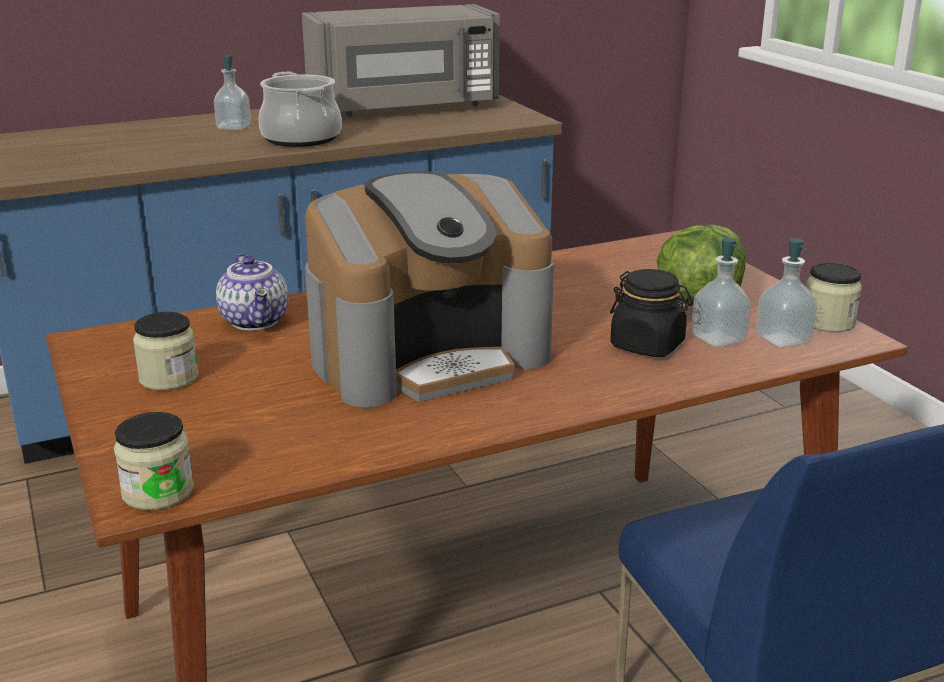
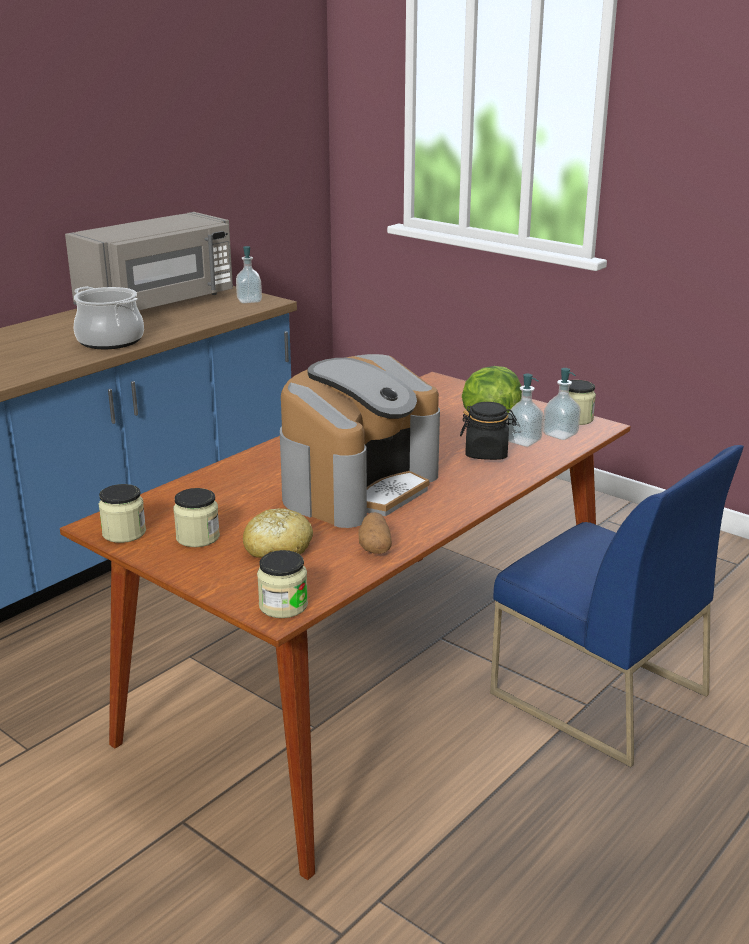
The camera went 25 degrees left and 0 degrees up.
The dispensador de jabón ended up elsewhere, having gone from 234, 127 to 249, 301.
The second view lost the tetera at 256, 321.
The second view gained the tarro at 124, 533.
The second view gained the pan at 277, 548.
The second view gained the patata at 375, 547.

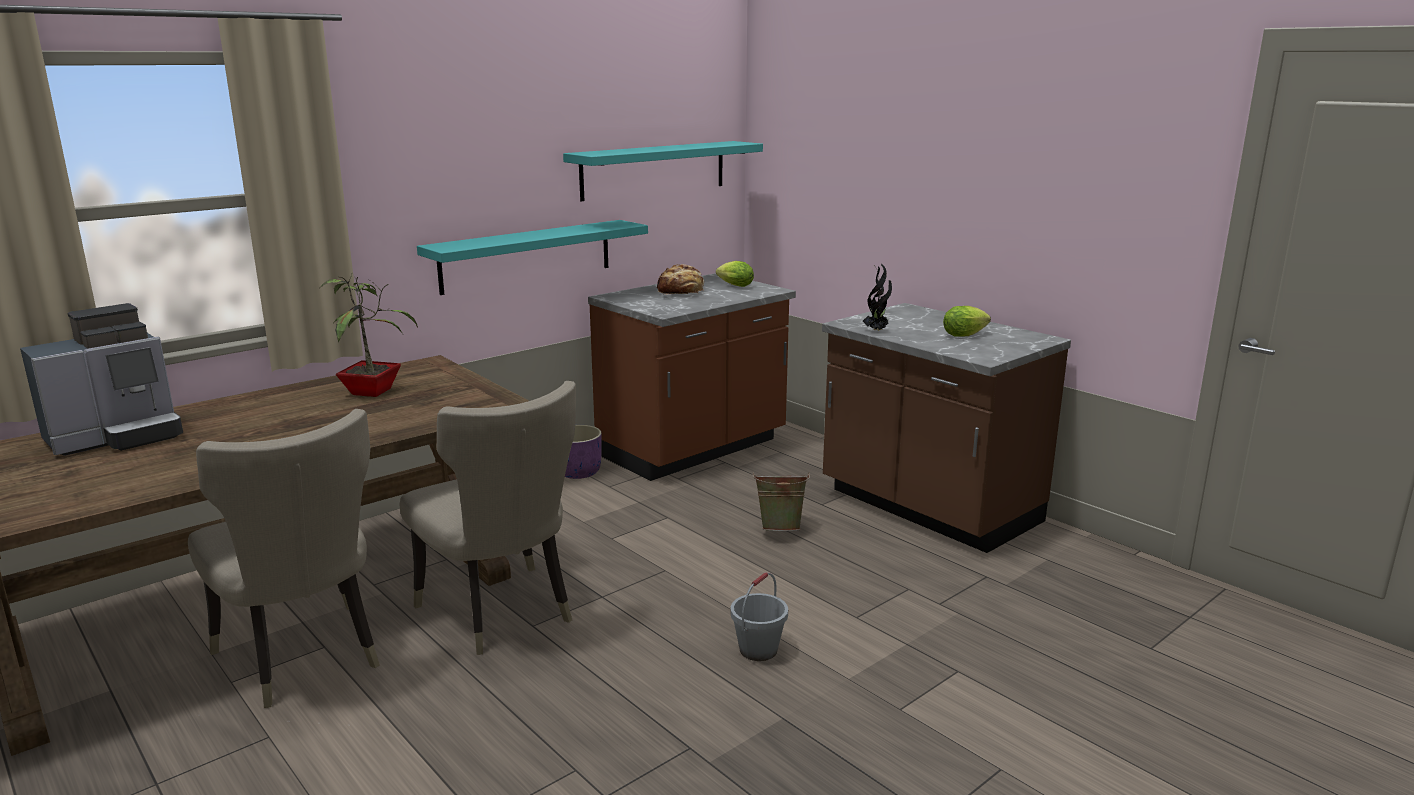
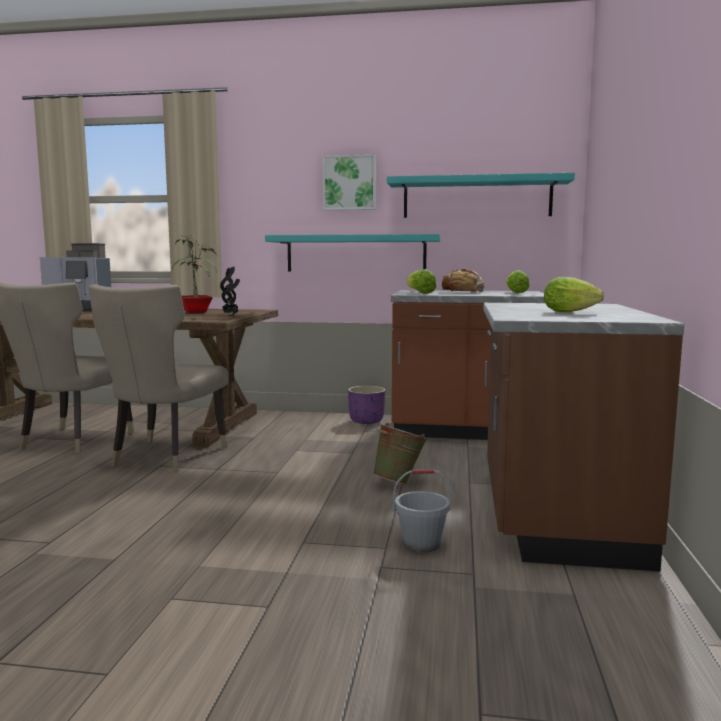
The camera went 50 degrees right and 10 degrees down.
The cubo [gris] ended up elsewhere, having gone from 758, 650 to 421, 544.
The planta en maceta ended up elsewhere, having gone from 877, 330 to 231, 315.
The second view gained the cuadro at 349, 183.
The second view gained the lechuga at 419, 293.

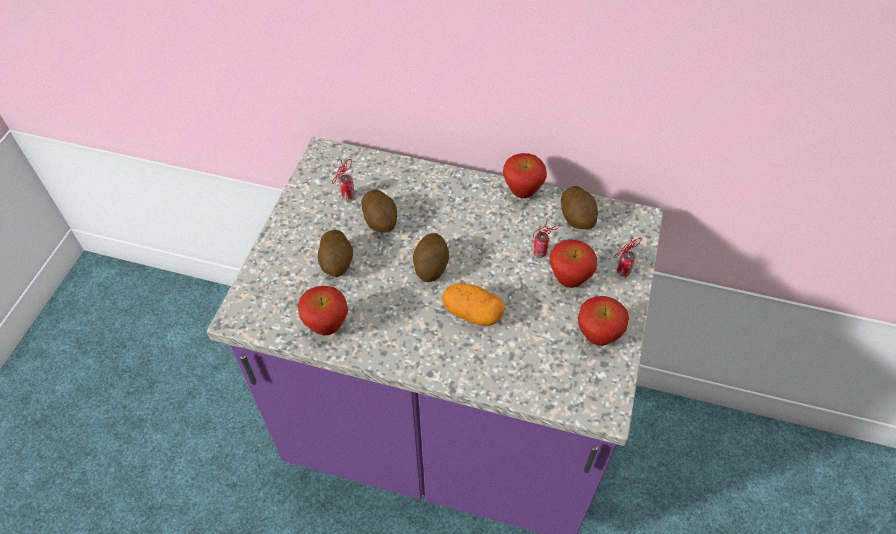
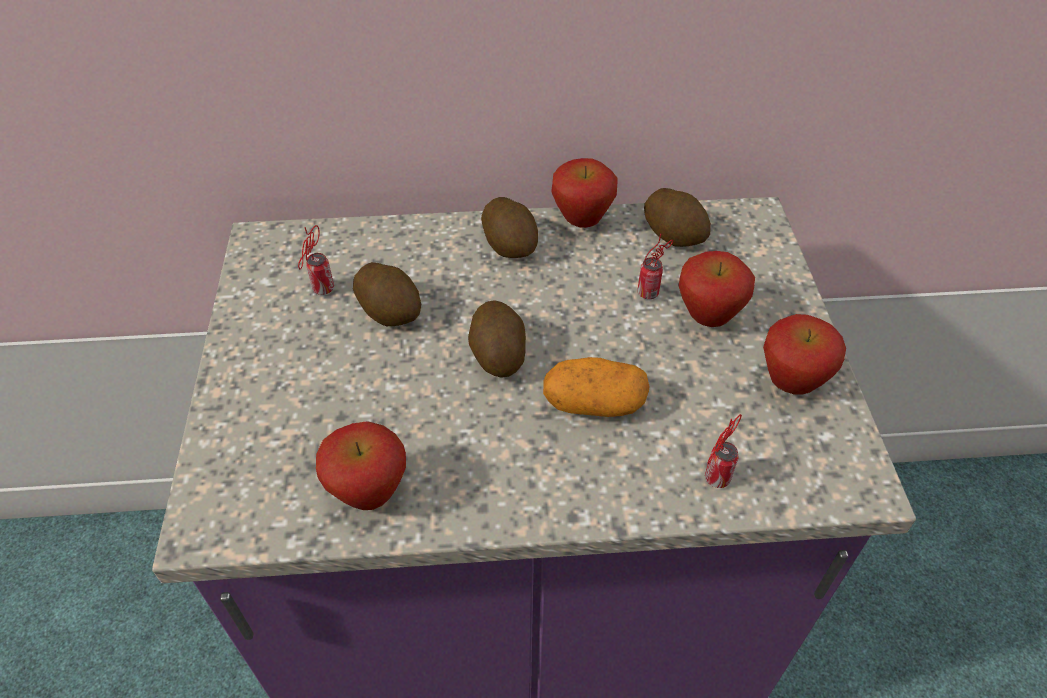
The camera went 20 degrees left and 5 degrees down.
The patata ended up elsewhere, having gone from 337, 263 to 511, 245.
The lata ended up elsewhere, having gone from 621, 272 to 715, 481.

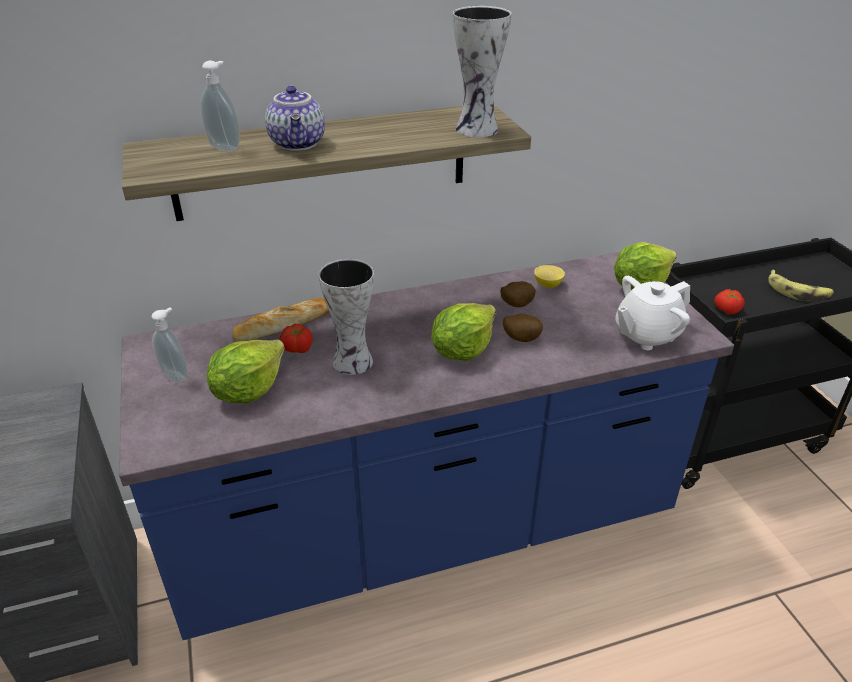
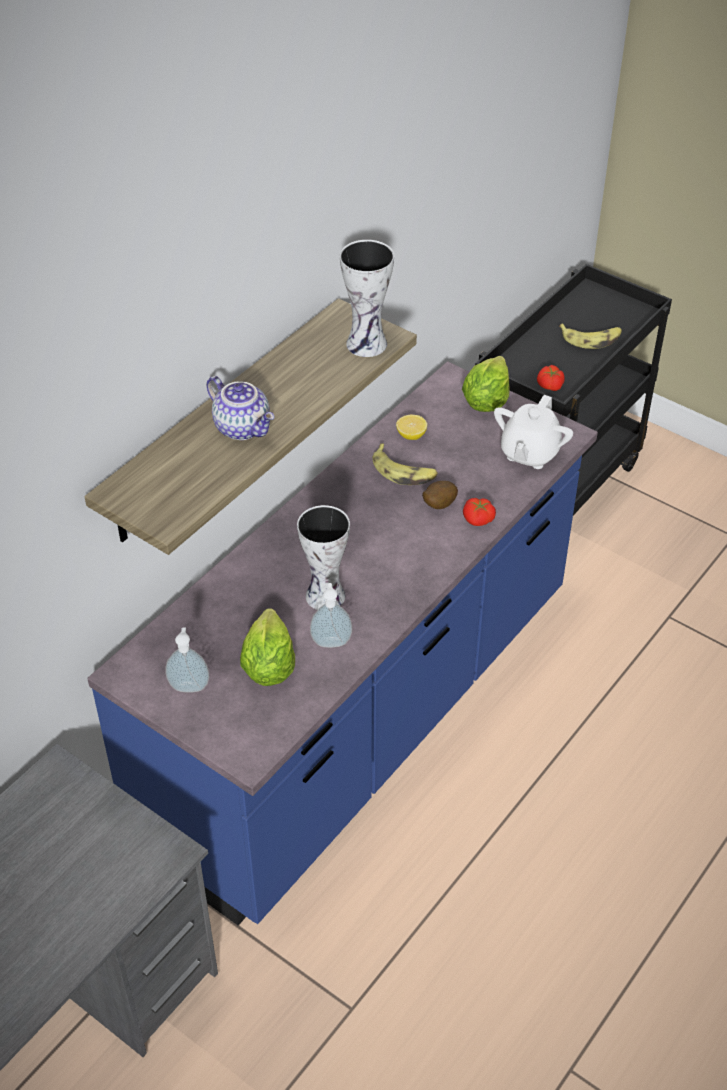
The camera went 35 degrees left and 10 degrees up.
The dispensador de jabón ended up elsewhere, having gone from 225, 147 to 331, 641.
The second view lost the pan at 283, 325.
The tomate ended up elsewhere, having gone from 297, 348 to 478, 520.
The second view lost the lechuga at 462, 350.
Where the patata stood at 515, 305, the plátano came to stand at 404, 471.

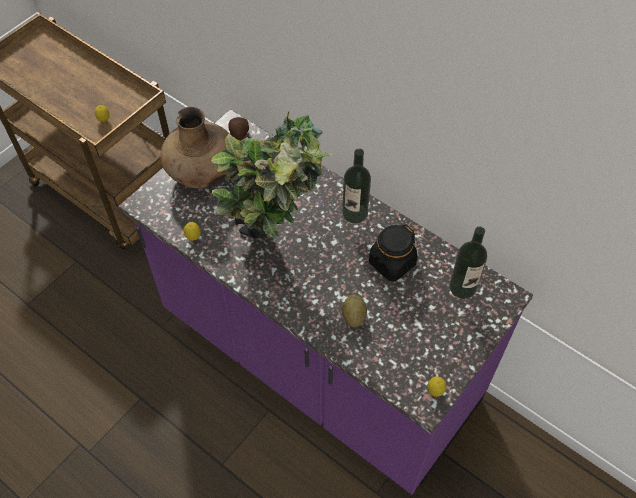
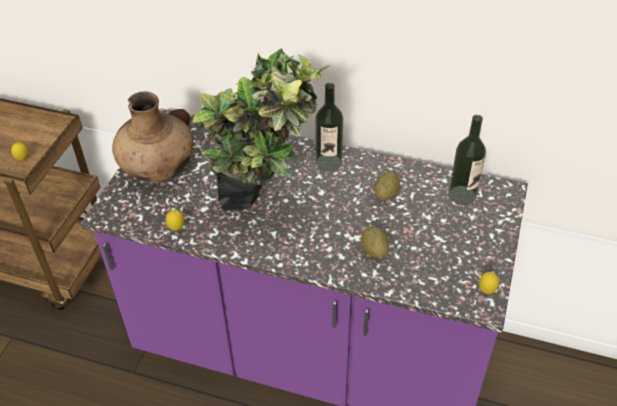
The camera went 20 degrees left and 10 degrees down.
Where the tarro [negro] stood at 392, 263, the patata came to stand at 386, 194.

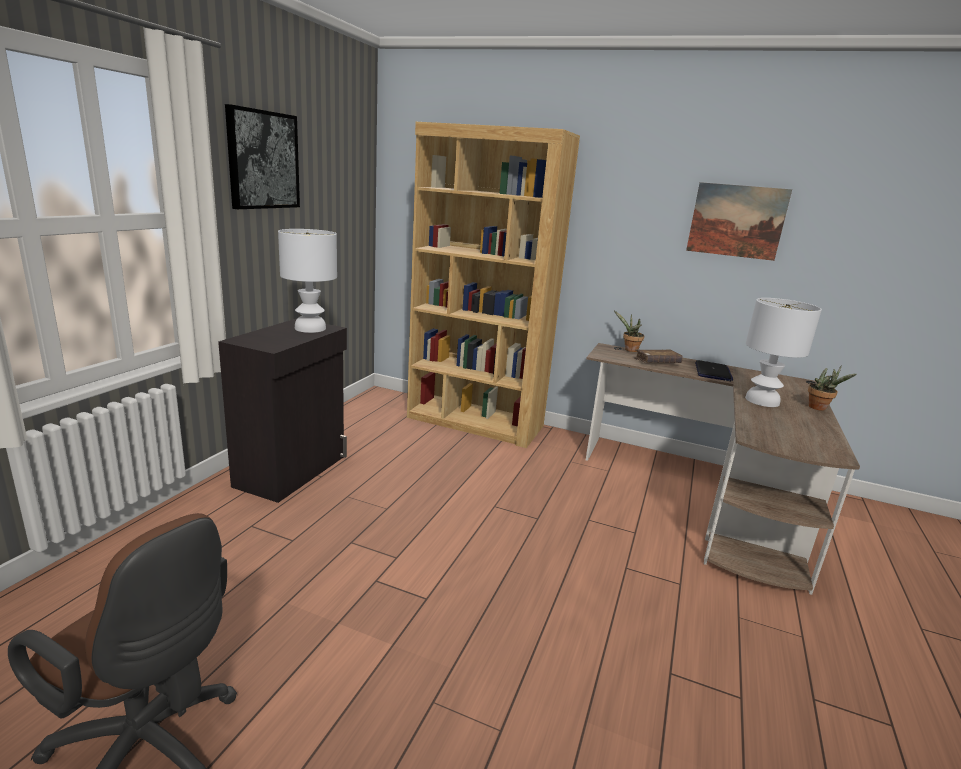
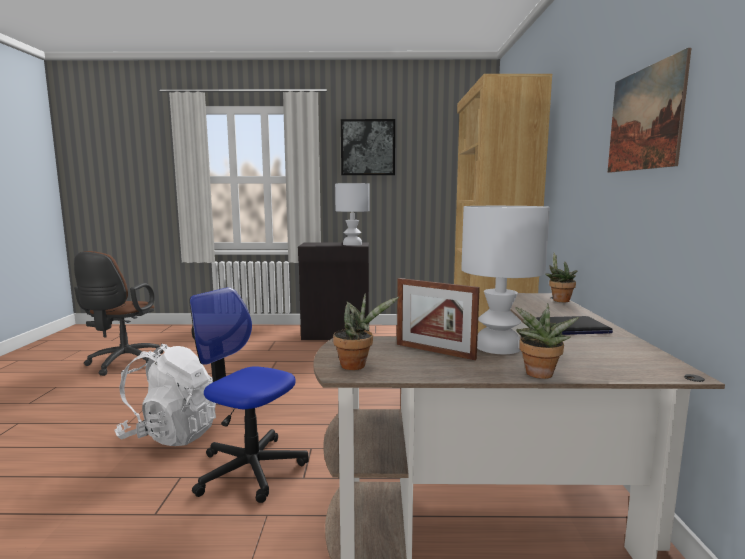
The camera went 70 degrees right and 10 degrees down.
The second view lost the libro [marrón] at 657, 362.
The second view gained the mochila [blanco] at 171, 434.
The second view gained the silla de oficina at 250, 469.
The second view gained the planta en maceta at 357, 365.
The second view gained the portarretratos at 434, 351.

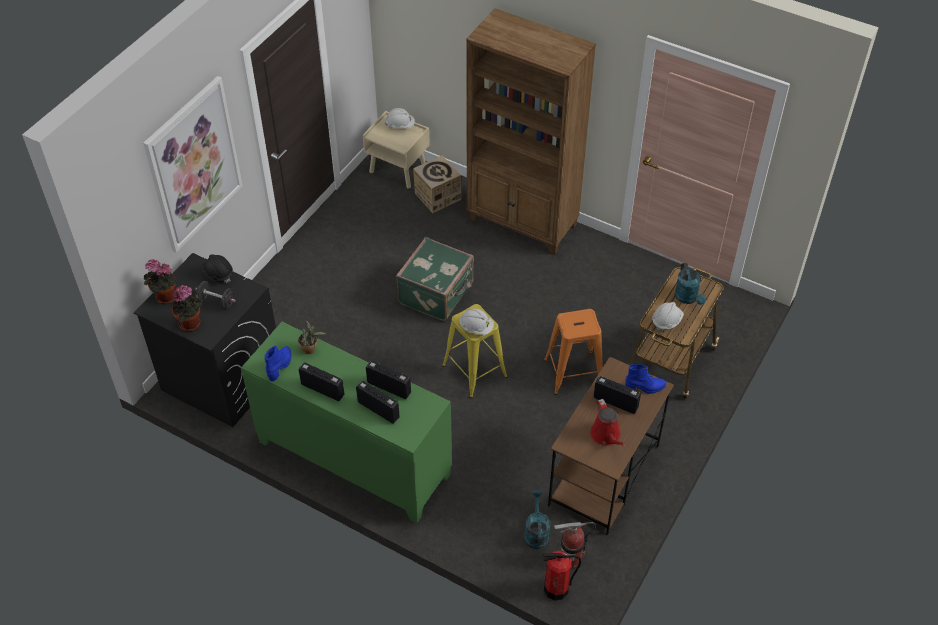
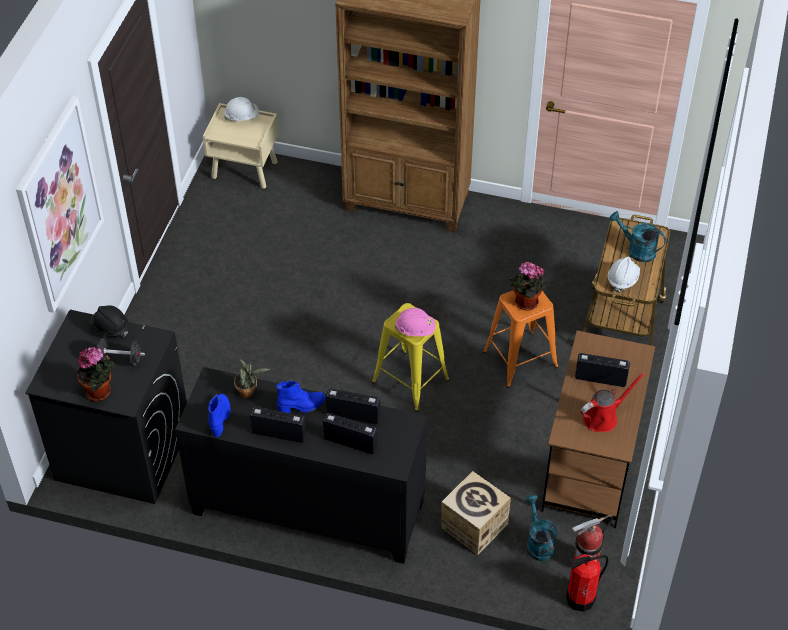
The camera went 15 degrees left and 0 degrees up.
The planta en maceta ended up elsewhere, having gone from 164, 298 to 525, 304.
What was the armario [verde] at 353, 459 turned into the armario [negro] at 307, 509.
The second view lost the maleta [verde] at 437, 293.
The caja de cartón ended up elsewhere, having gone from 437, 196 to 474, 526.
What was the casco [blanco] at 476, 328 turned into the casco [rosa] at 415, 329.
The regadera [rojo] at 606, 436 ended up facing another way, 90 degrees counterclockwise from before.
The bota [azul] ended up elsewhere, having gone from 645, 388 to 302, 406.
The regadera [turquesa] at 688, 298 ended up facing another way, 150 degrees clockwise from before.

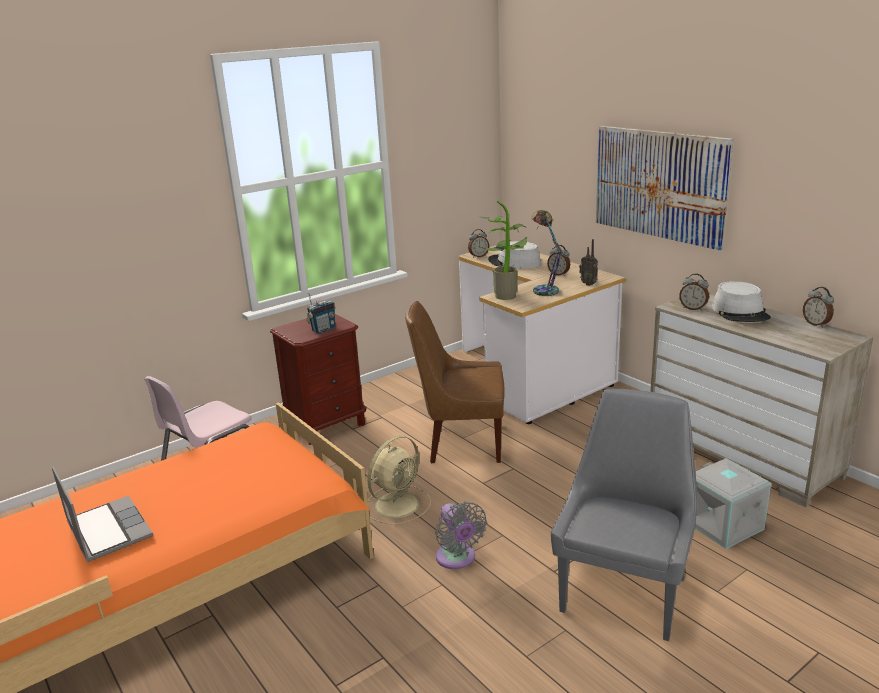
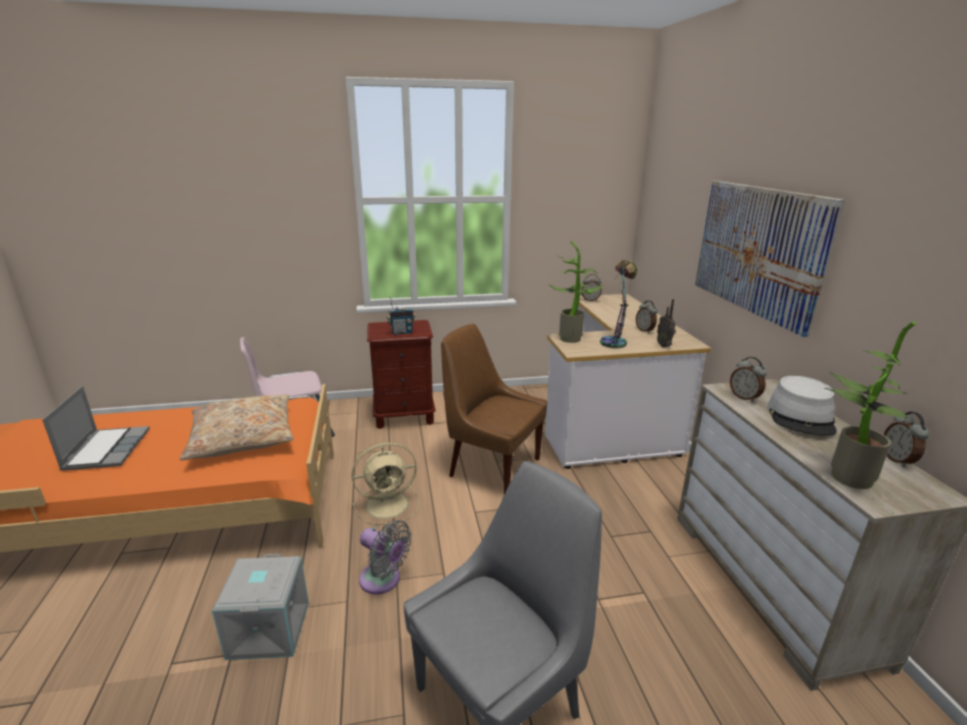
The camera went 25 degrees right and 0 degrees up.
The ventilador [gris] at 457, 559 ended up facing another way, 60 degrees counterclockwise from before.
The second view lost the sombrero [gris] at 514, 262.
The caja de almacenaje [gris] ended up elsewhere, having gone from 721, 525 to 267, 629.
The second view gained the cojín [beis] at 242, 437.
The second view gained the planta en maceta at 844, 475.

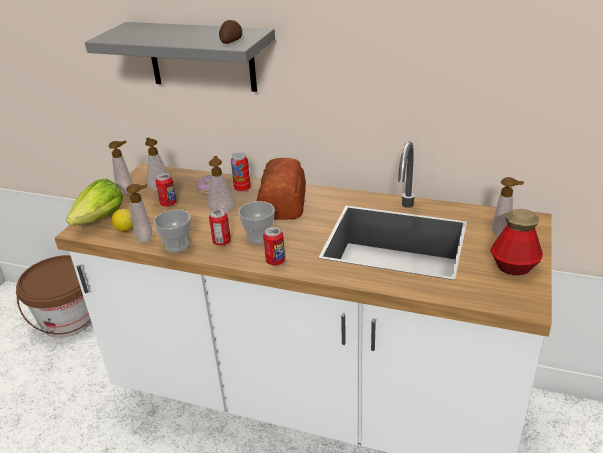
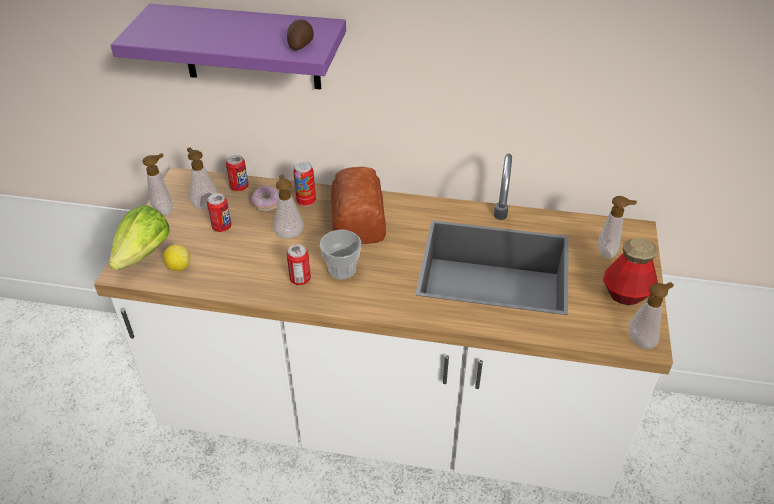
The camera went 10 degrees left and 10 degrees up.
The second view lost the cubo [marrón] at 69, 319.
What was the estante [gris] at 201, 56 turned into the estante [morado] at 250, 47.
The dispensador de jabón ended up elsewhere, having gone from 147, 238 to 642, 340.
The second view lost the taza at 177, 245.
The lata ended up elsewhere, having gone from 275, 261 to 239, 187.

